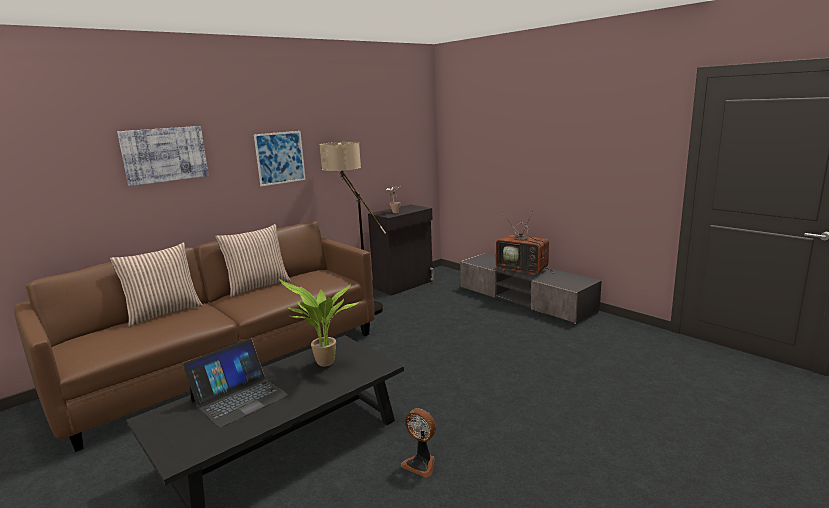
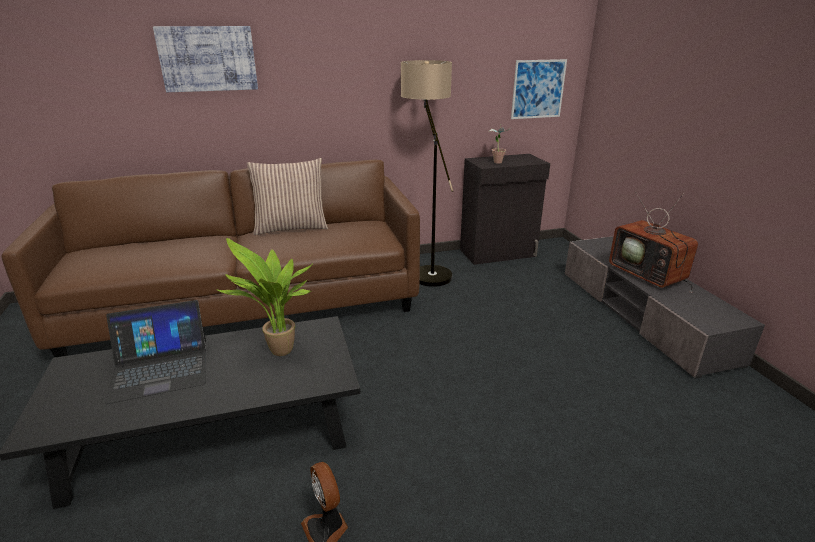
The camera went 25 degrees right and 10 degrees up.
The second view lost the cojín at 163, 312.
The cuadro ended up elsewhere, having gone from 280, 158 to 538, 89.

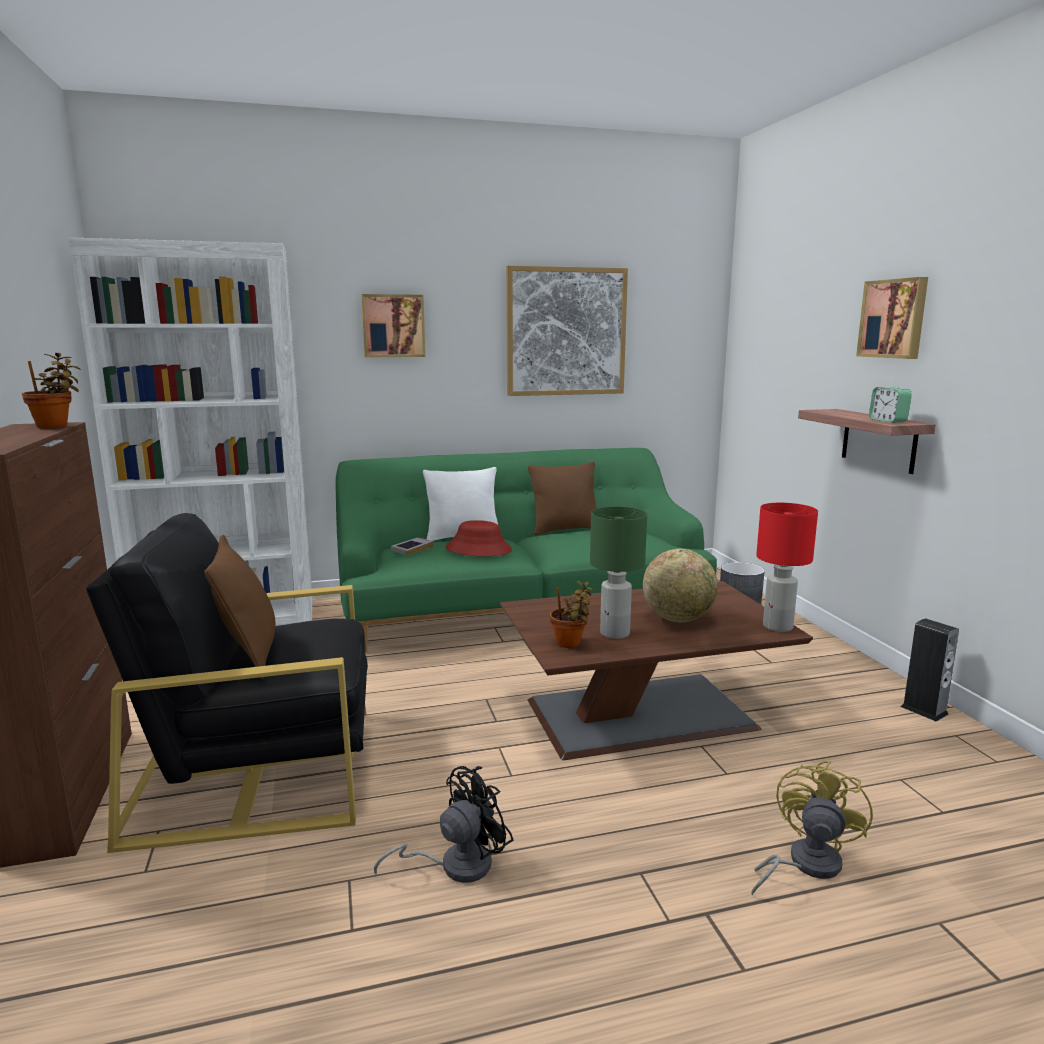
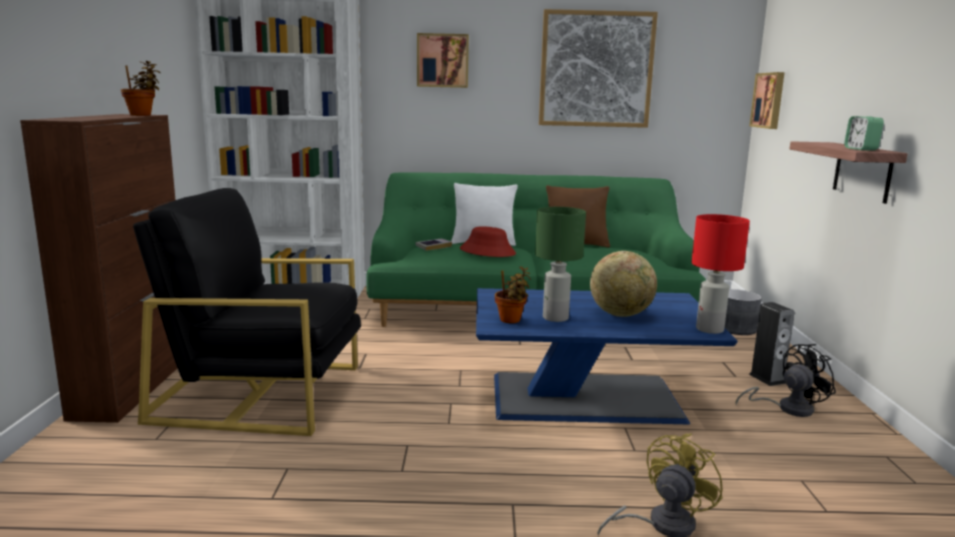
The camera went 15 degrees right and 0 degrees up.
The second view lost the cojín [marrón] at 249, 655.
The ventilador [negro] ended up elsewhere, having gone from 455, 865 to 787, 408.
What was the mesa de centro [marrón] at 643, 713 turned into the mesa de centro [azul] at 589, 397.
The cuadro ended up elsewhere, having gone from 894, 319 to 769, 100.
The altavoz ended up elsewhere, having gone from 924, 710 to 767, 378.

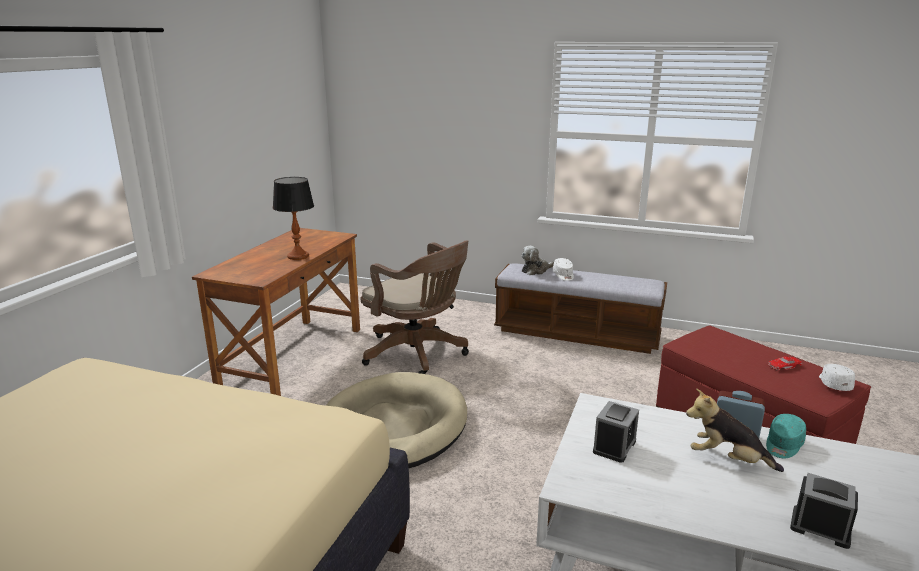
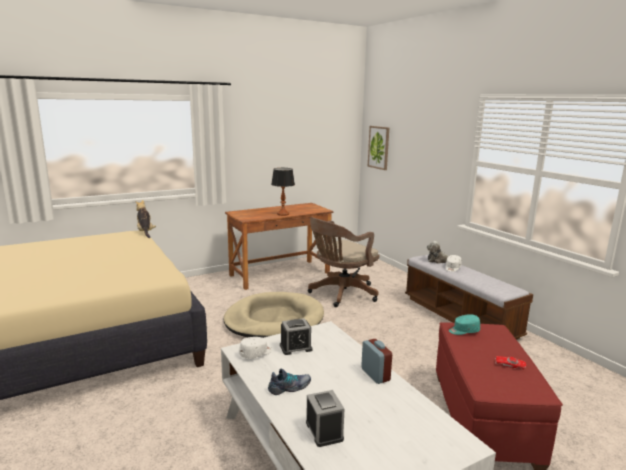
The camera went 40 degrees right and 5 degrees down.
The silla de oficina [marrón] at 418, 354 ended up facing another way, 60 degrees clockwise from before.
The peluche ended up elsewhere, having gone from 727, 459 to 145, 232.
The gorra [turquesa] ended up elsewhere, having gone from 783, 445 to 463, 331.
The gorra [blanco] ended up elsewhere, having gone from 834, 383 to 256, 353.
The second view gained the zapato at 290, 388.
The second view gained the cuadro at 379, 147.

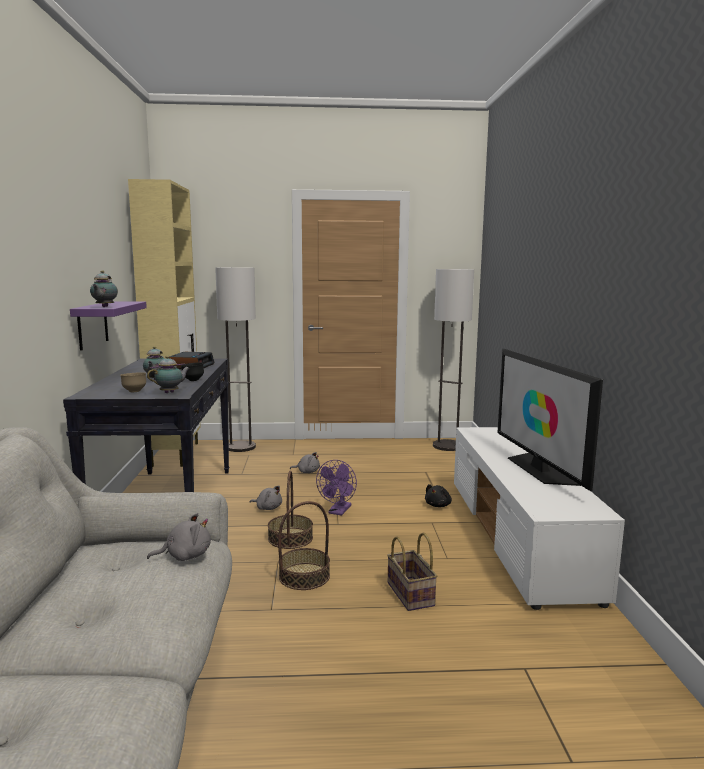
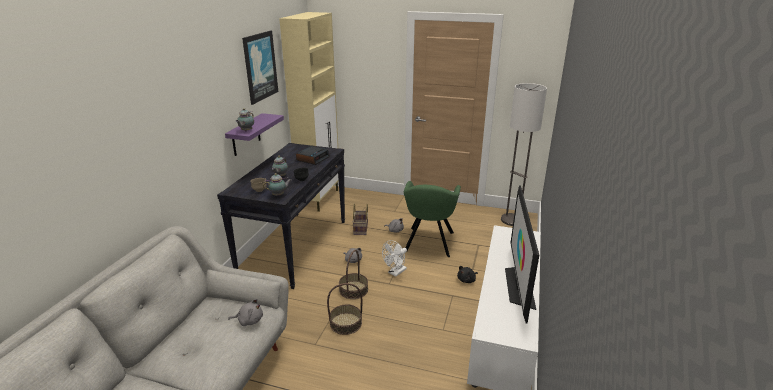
The camera went 20 degrees right and 15 degrees up.
The second view lost the lámpara de pie at 241, 447.
What was the ventilador [morado] at 338, 512 turned into the ventilador [blanco] at 395, 272.
The cesta ended up elsewhere, having gone from 412, 594 to 361, 229.
The second view gained the cuadro at 260, 66.
The second view gained the sillón [verde] at 429, 243.

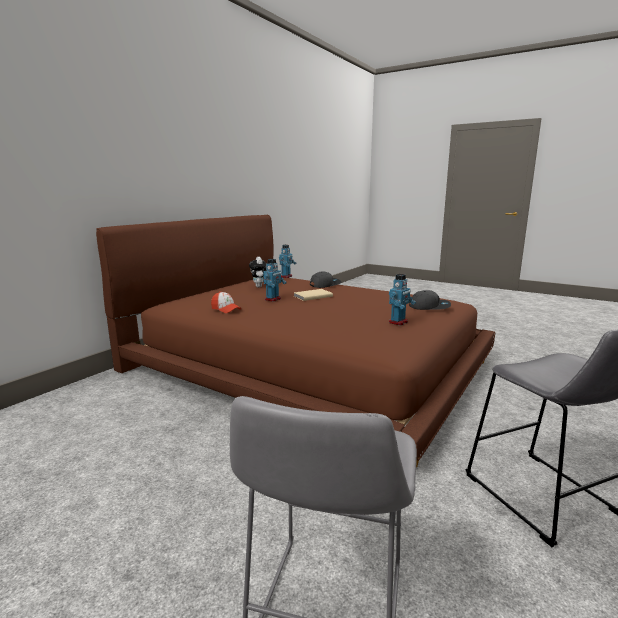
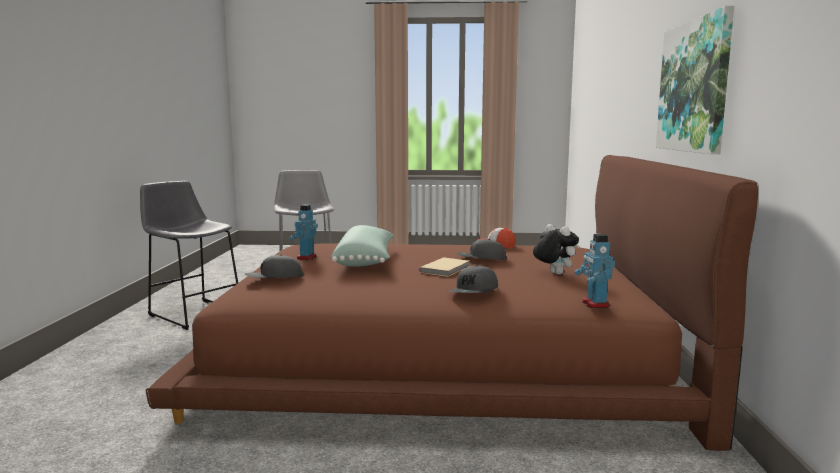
The camera went 150 degrees right and 5 degrees down.
Where the robot de juguete stood at 273, 299, the gorra [gris] came to stand at 481, 259.
The second view gained the cojín [verde] at 366, 261.
The second view gained the cuadro at 694, 86.

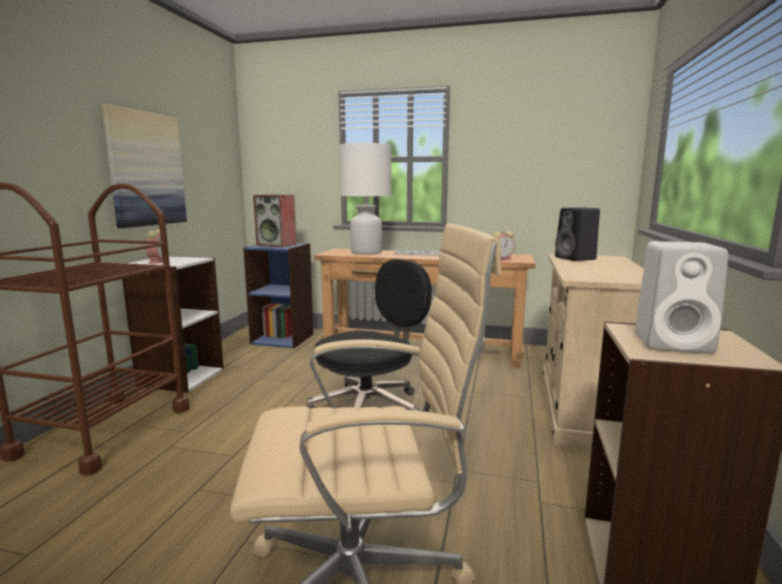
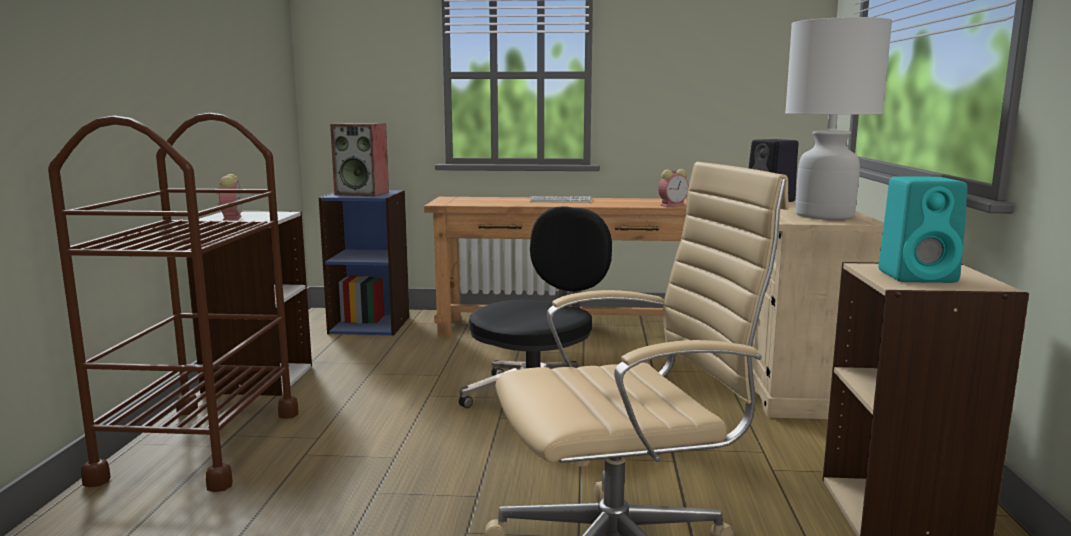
The camera went 10 degrees left and 0 degrees up.
The second view lost the cuadro at 146, 169.
The lámpara de mesa [blanco] ended up elsewhere, having gone from 366, 252 to 825, 215.
What was the altavoz [blanco] at 675, 343 turned into the altavoz [turquesa] at 919, 276.

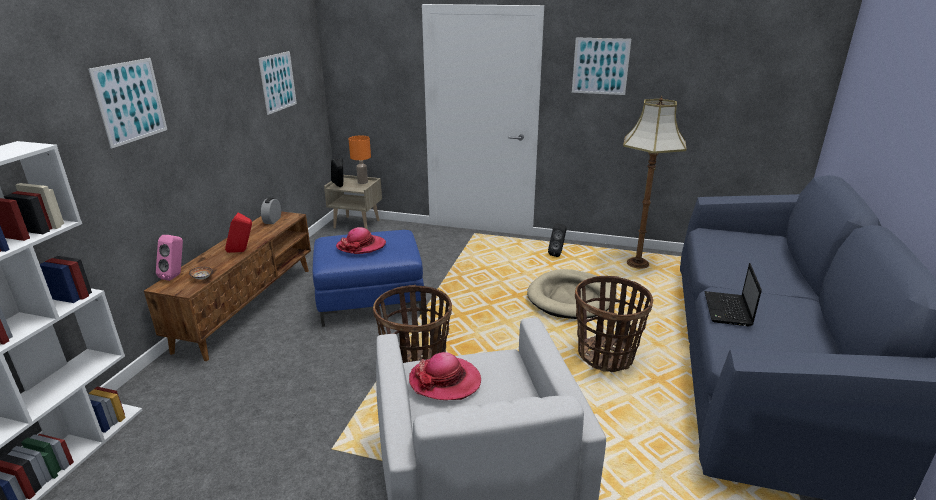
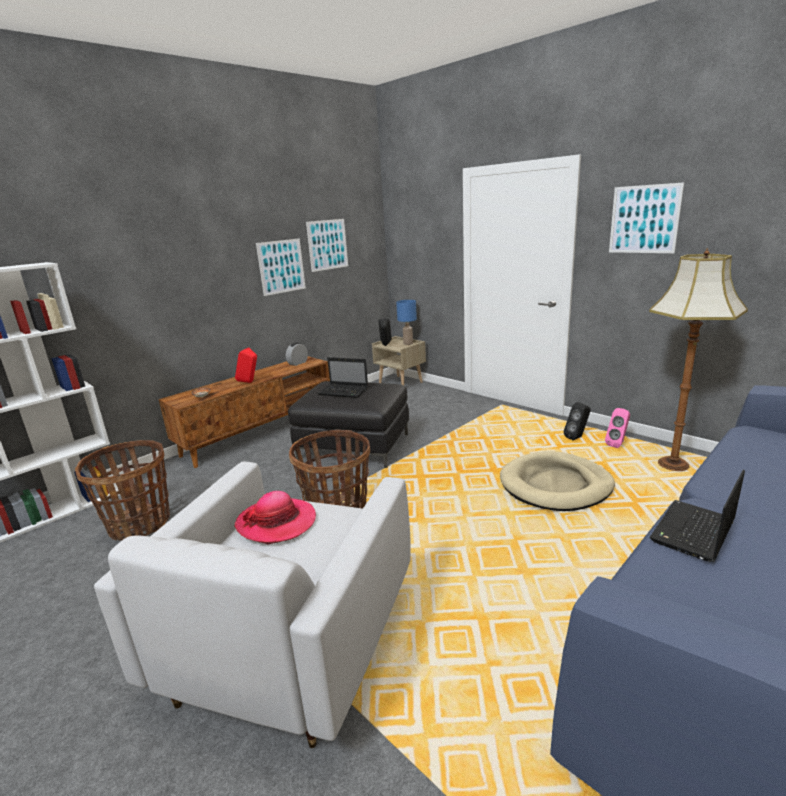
The camera went 30 degrees right and 5 degrees down.
The cuadro ended up elsewhere, having gone from 130, 101 to 281, 266.
The altavoz [rosa] ended up elsewhere, having gone from 176, 276 to 617, 444.
What was the puf [azul] at 370, 300 turned into the puf [negro] at 354, 446.
Where the sombrero stood at 361, 246, the portátil came to stand at 344, 392.
What was the lámpara de mesa [naranja] at 362, 182 turned into the lámpara de mesa [azul] at 407, 343.
The cesta ended up elsewhere, having gone from 606, 356 to 140, 524.

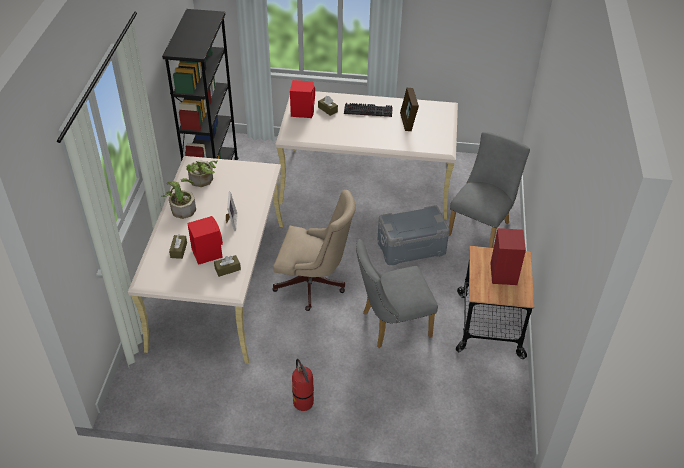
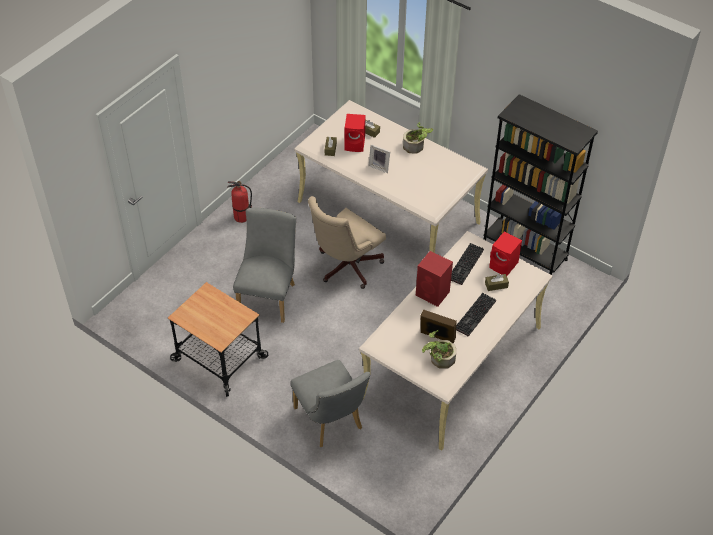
The camera went 120 degrees right and 5 degrees up.
The planta en maceta ended up elsewhere, having gone from 203, 181 to 439, 359.
The second view lost the caja de almacenaje [gris] at 411, 248.
The altavoz [rojo] ended up elsewhere, having gone from 503, 273 to 433, 294.
The second view gained the teclado at 466, 265.

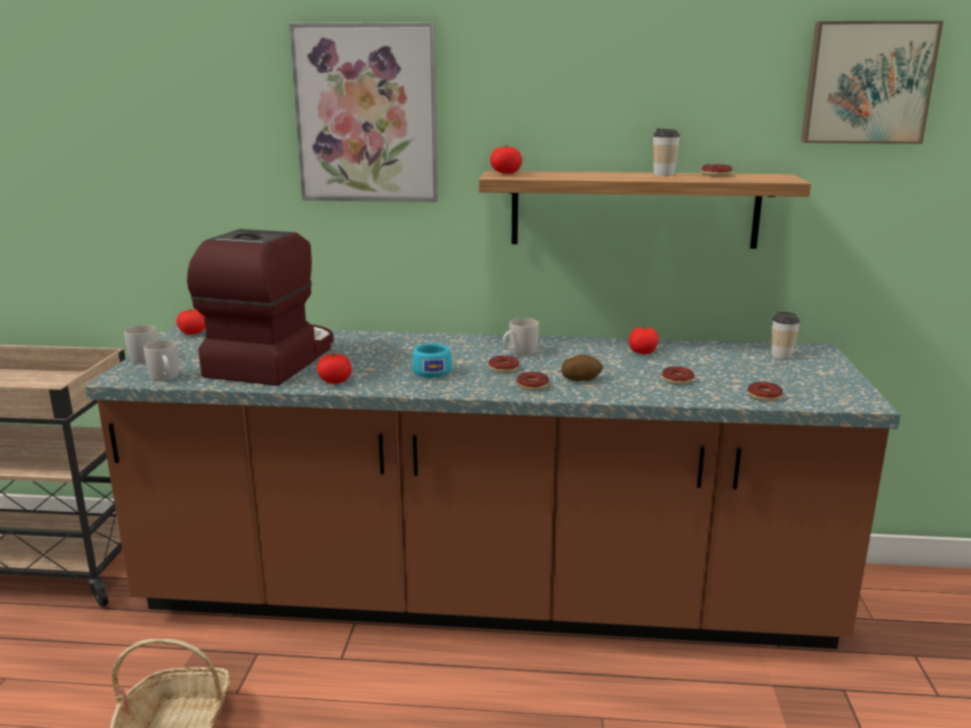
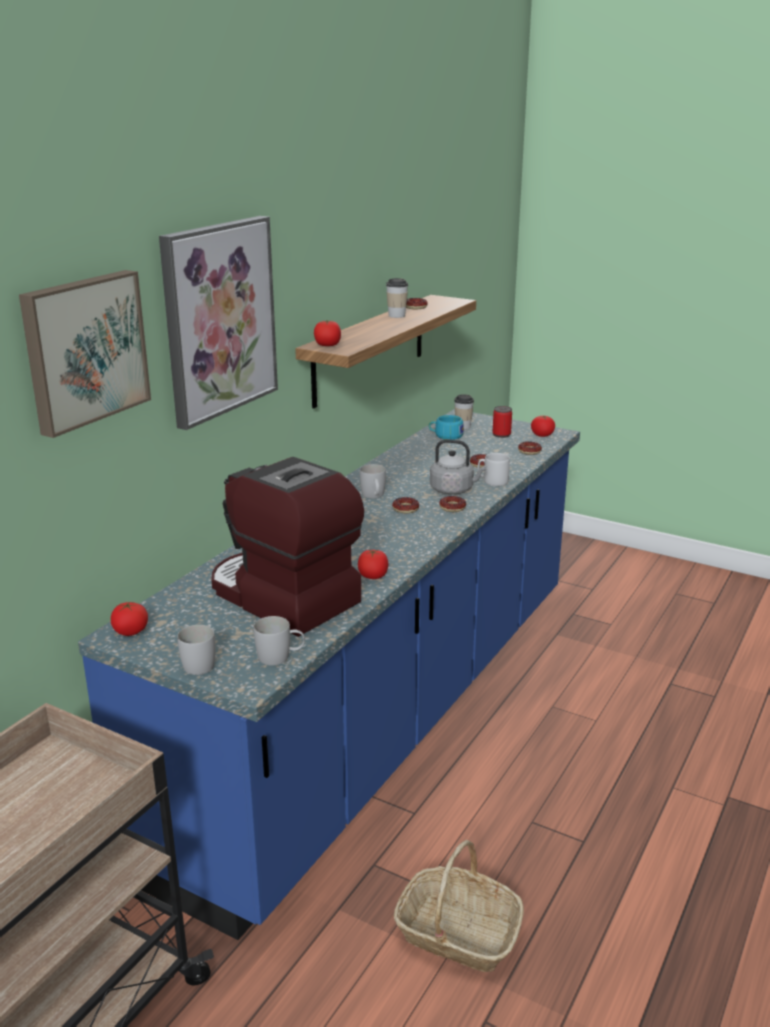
The camera went 65 degrees left and 5 degrees up.
What was the mueble bajo de cocina [marrón] at 485, 597 turned into the mueble bajo de cocina [azul] at 385, 715.
The taza [turquesa] ended up elsewhere, having gone from 431, 371 to 445, 436.
Where the patata stood at 581, 379, the hervidor [gris] came to stand at 454, 490.
The tomate ended up elsewhere, having gone from 642, 352 to 542, 435.
The cuadro ended up elsewhere, having gone from 867, 83 to 84, 350.
The second view gained the taza grande [gris] at 492, 481.
The second view gained the lata at 501, 434.

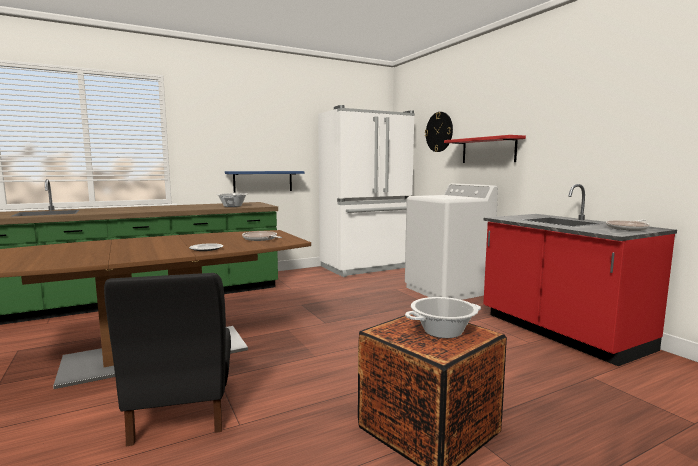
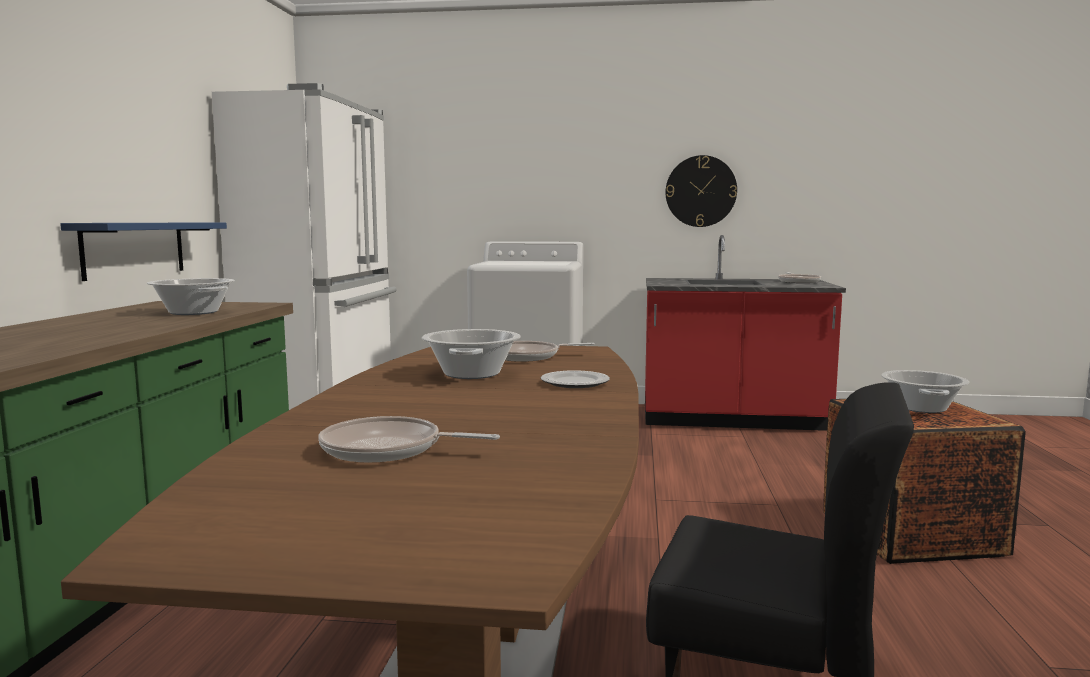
The camera went 55 degrees left and 0 degrees up.
The reloj de pared ended up elsewhere, having gone from 439, 132 to 700, 191.
The second view lost the estante [rojo] at 488, 150.
The second view gained the sartén at 388, 449.
The second view gained the olla at 471, 374.

